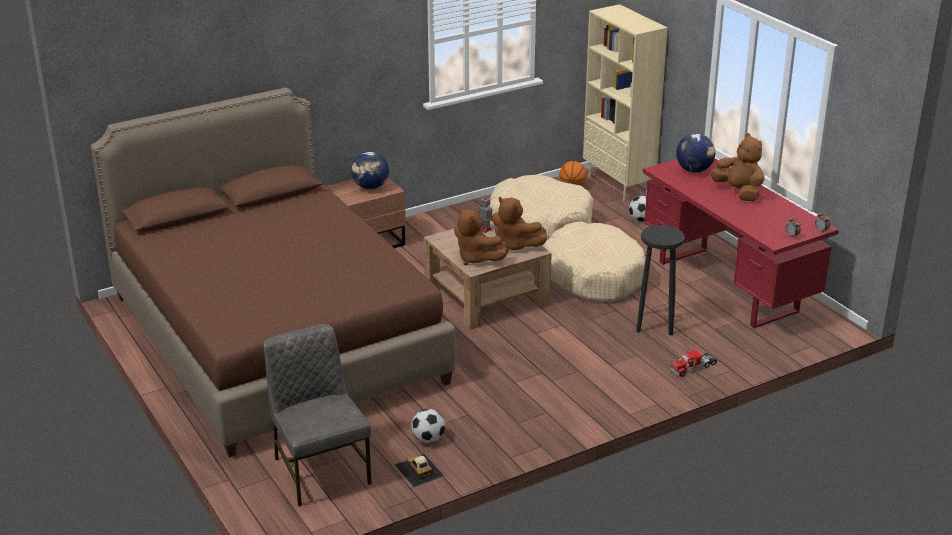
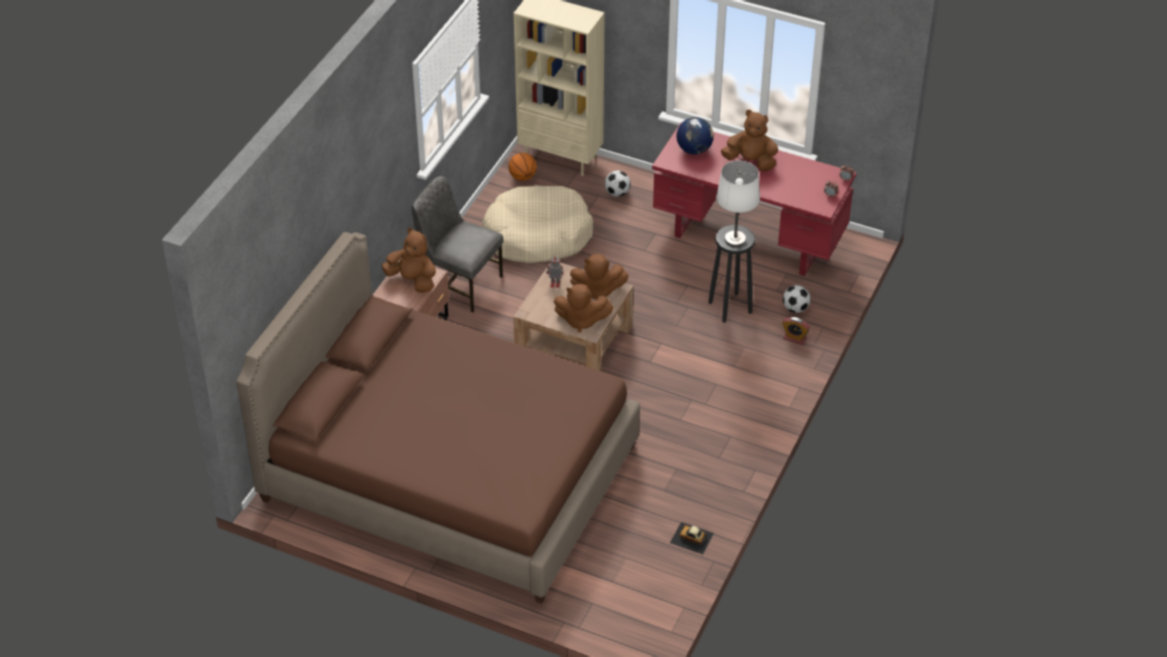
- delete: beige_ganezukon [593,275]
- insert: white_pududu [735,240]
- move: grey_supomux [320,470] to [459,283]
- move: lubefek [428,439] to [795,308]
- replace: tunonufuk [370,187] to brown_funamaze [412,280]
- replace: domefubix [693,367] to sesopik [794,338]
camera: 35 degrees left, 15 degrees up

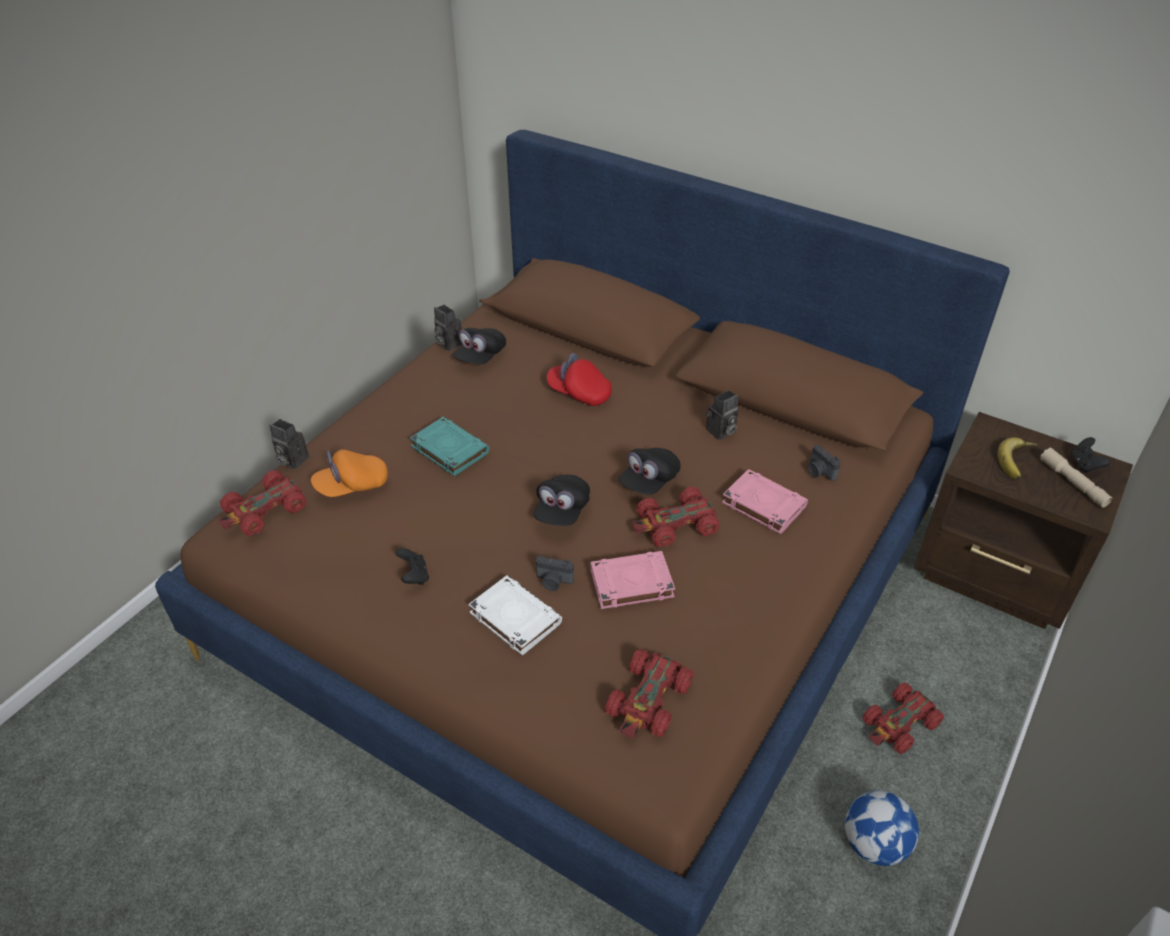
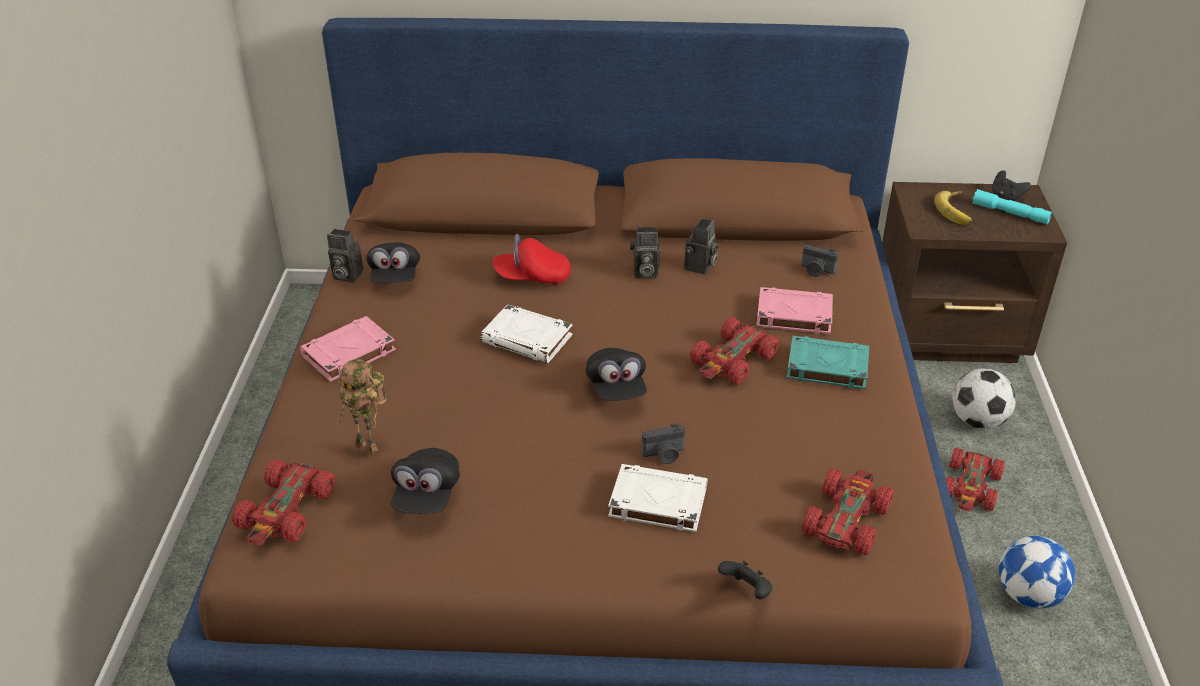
- insert: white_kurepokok [528,339]
- insert: lubefek [977,421]
- move: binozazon [291,460] to [644,272]
- move: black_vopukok [414,576] to [746,591]
- move: turquoise_kurepokok [449,449] to [826,367]
- move: pink_kurepokok [630,584] to [348,354]
- move: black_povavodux [649,481] to [426,495]
- replace: orange_povavodux [352,486] to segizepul [370,447]
- recolor: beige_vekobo [1073,483] to turquoise_vekobo [1010,213]
- rotate: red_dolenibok [649,701] = [846,519] 150 degrees counterclockwise
camera: 30 degrees left, 5 degrees down

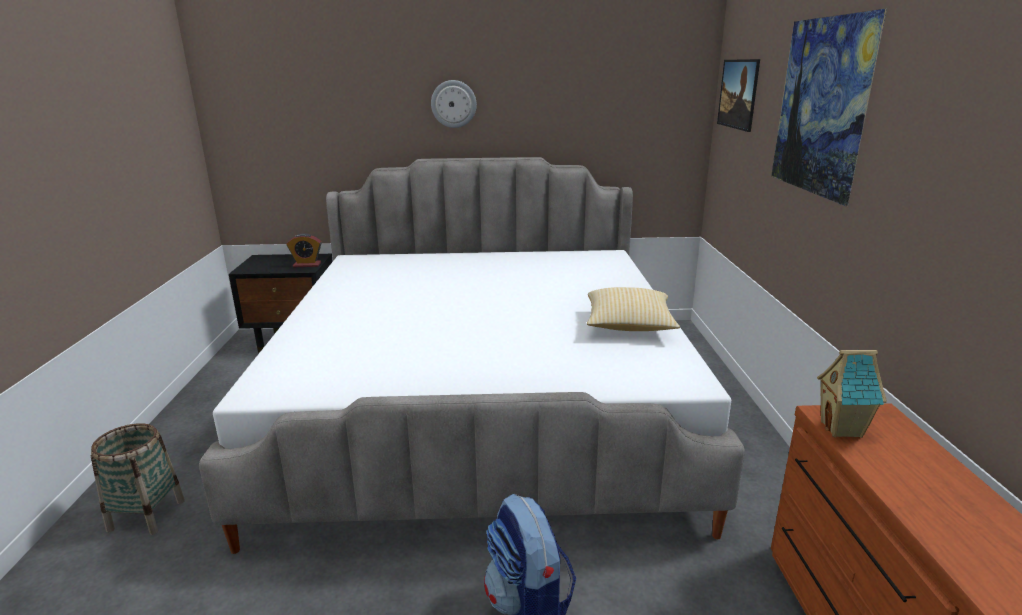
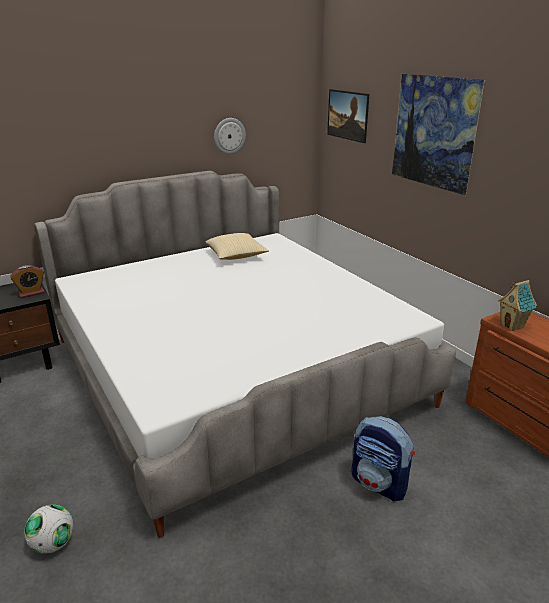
- move: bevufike [453,104] to [229,136]
- move: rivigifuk [628,325] to [236,256]
- replace: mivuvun [147,515] to lubefek [53,544]
camera: 30 degrees left, 5 degrees up

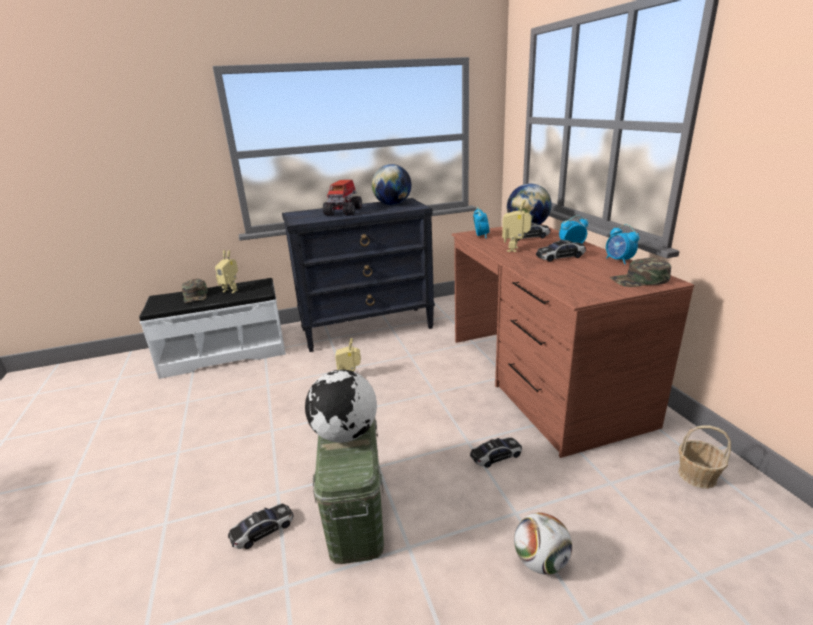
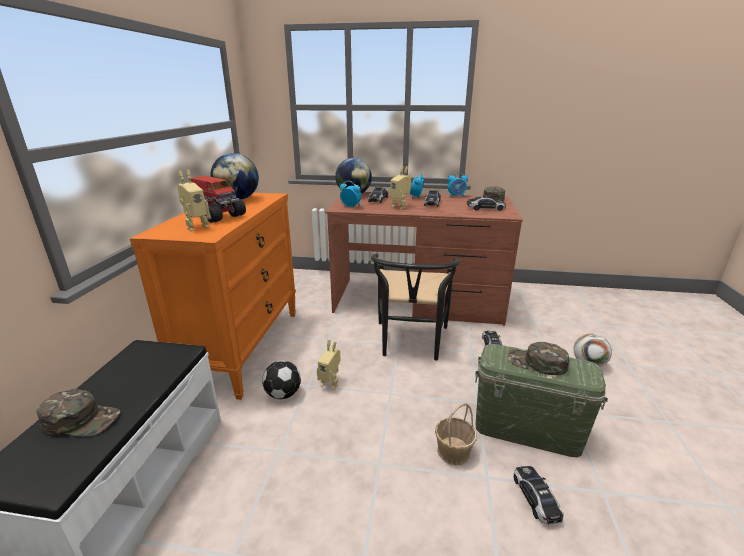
- insert: lubefek [283,394]
- insert: black_supomux [411,343]
- insert: dolenibok [485,208]
- move: segizepul [231,290] to [196,227]
- move: mivuvun [697,475] to [453,451]
- replace: tunonufuk [345,434] to green_povavodux [536,363]
- recolor: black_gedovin [367,328] to orange_gedovin [243,347]
camera: 65 degrees left, 0 degrees up

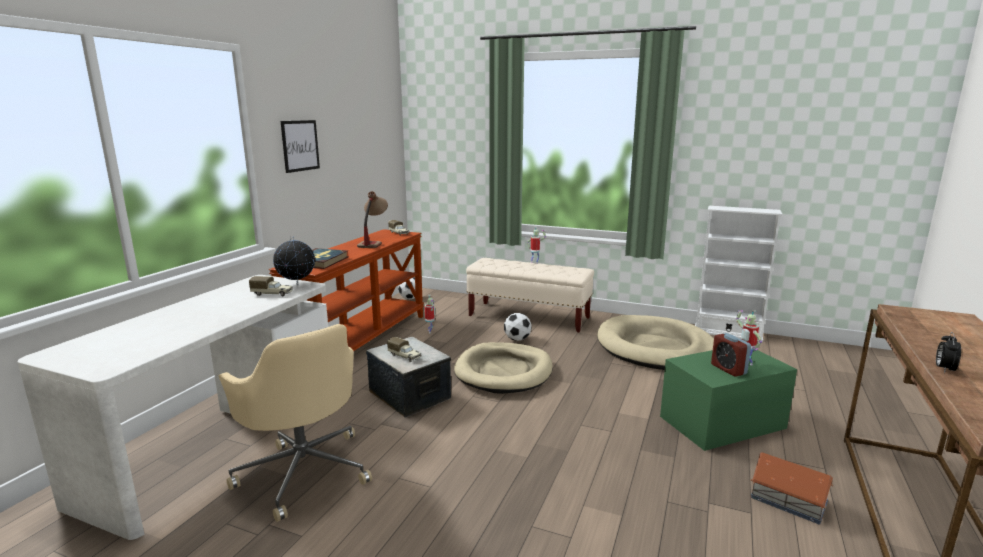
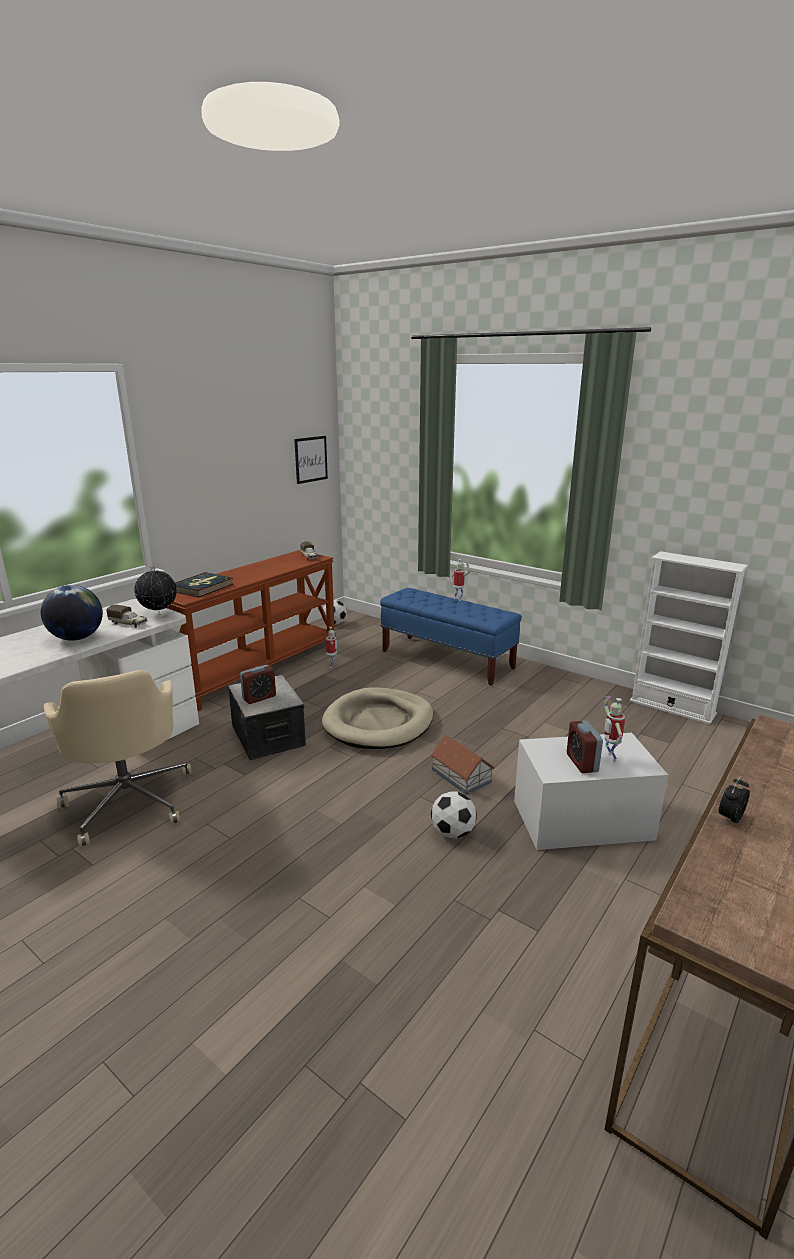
- delete: pududu [373,242]
- delete: beige_ganezukon [656,348]
- insert: tunonufuk [77,638]
- move: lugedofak [300,145] to [311,459]
- move: lubefek [517,339] to [452,832]
- move: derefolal [789,500] to [461,776]
- replace: domefubix [405,356] to sesopik [259,697]
- recolor: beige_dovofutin [529,317] to blue_dovofutin [447,660]
- recolor: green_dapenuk [722,422] to white_dapenuk [582,819]
camera: 15 degrees right, 5 degrees up

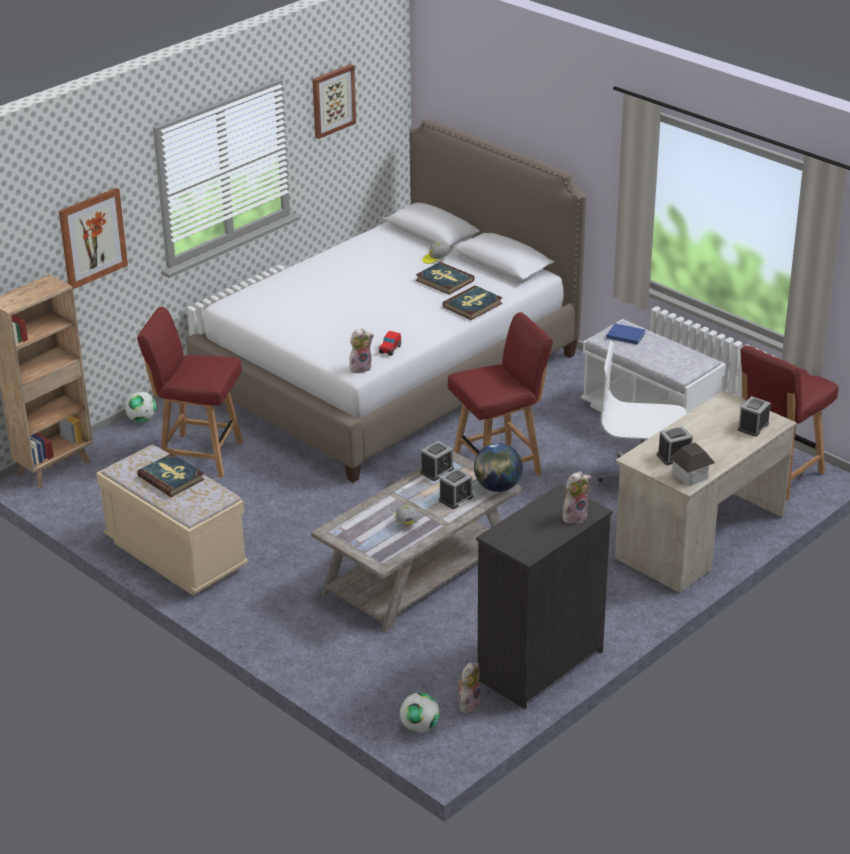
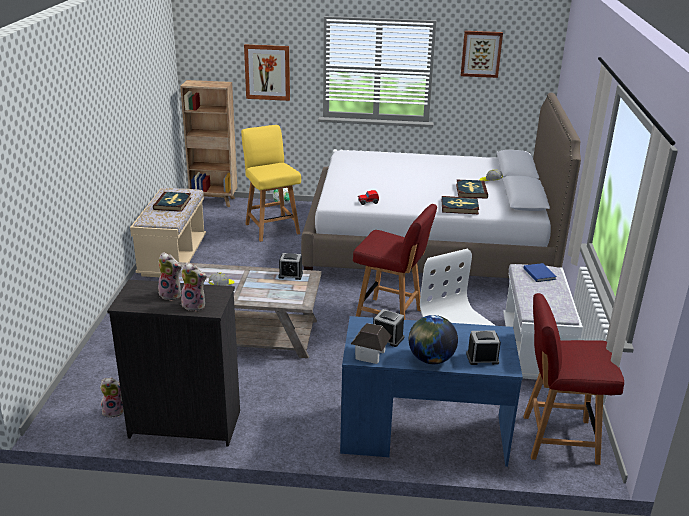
- delete: lubefek [419,727]
- delete: sesopik [456,499]
- move: funamaze [360,367] to [172,295]
- move: tunonufuk [497,487] to [431,359]
- recolor: red_supomux [199,455] to yellow_supomux [272,228]
- recolor: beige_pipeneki [699,537] to blue_pipeneki [423,434]
camera: 50 degrees right, 5 degrees down

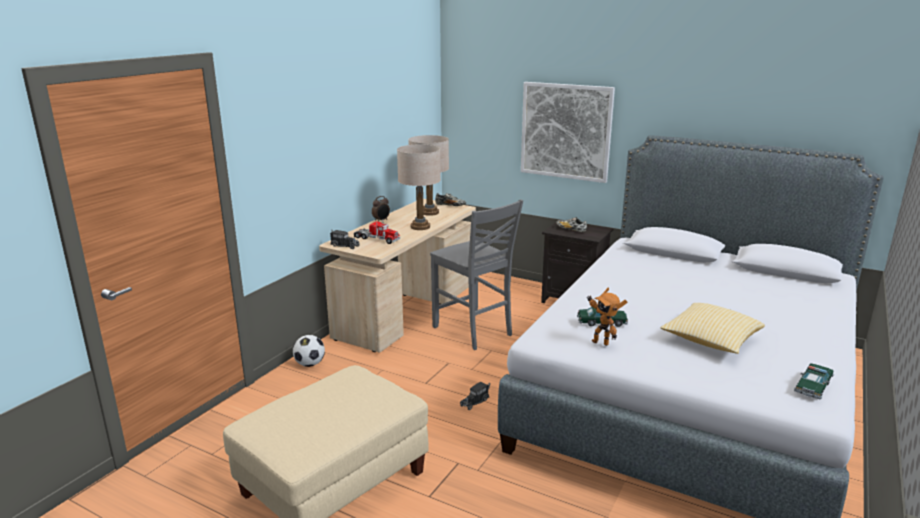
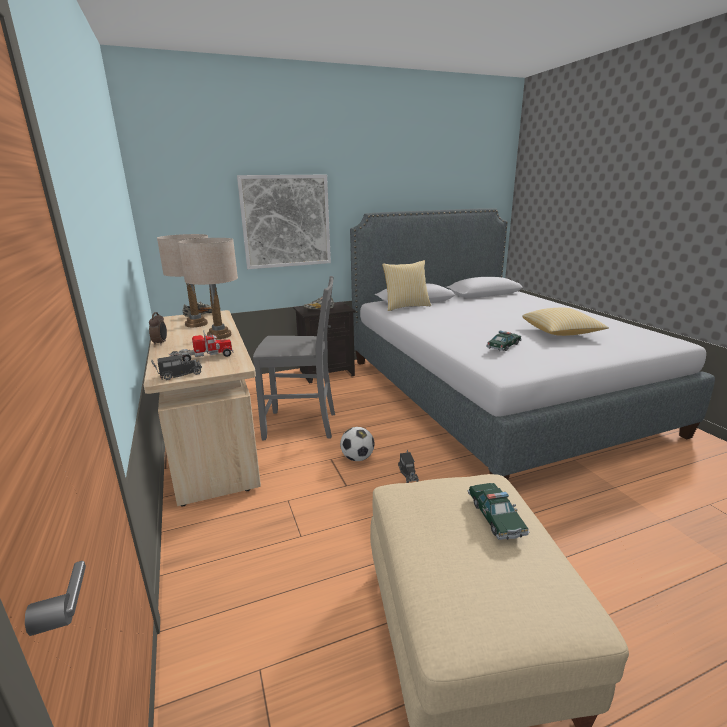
- delete: segizepul [601,342]
- insert: rivigifuk [406,306]
- move: lubefek [310,364] to [357,458]
- move: dolenibok [813,387] to [495,517]
camera: 50 degrees left, 0 degrees up

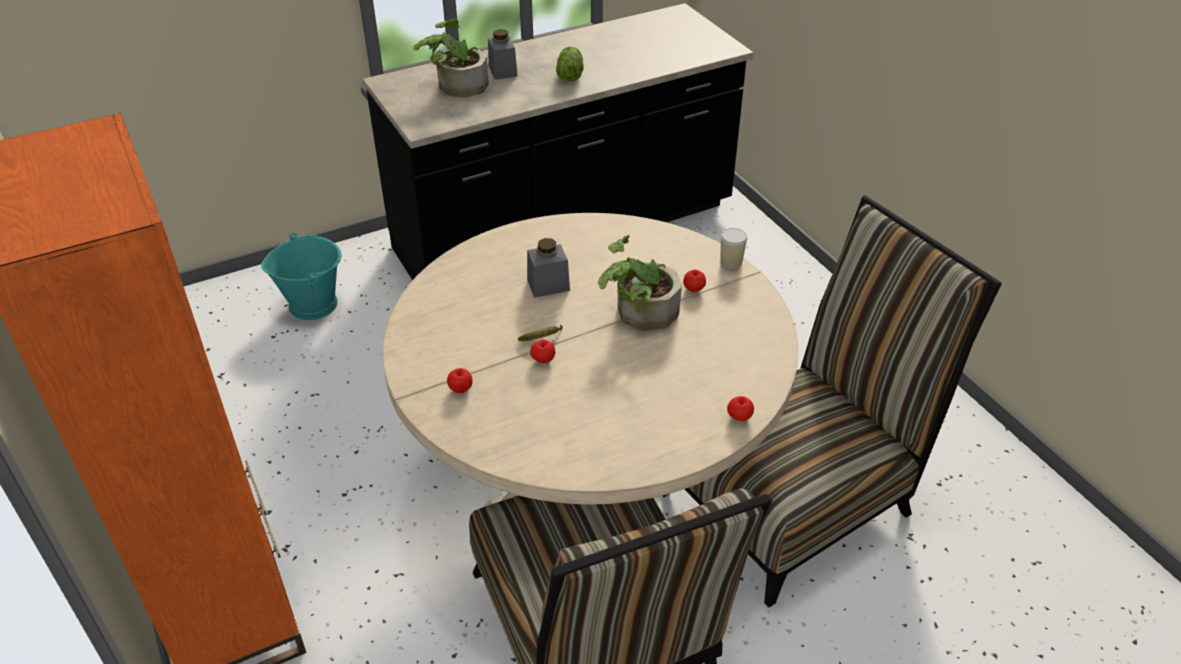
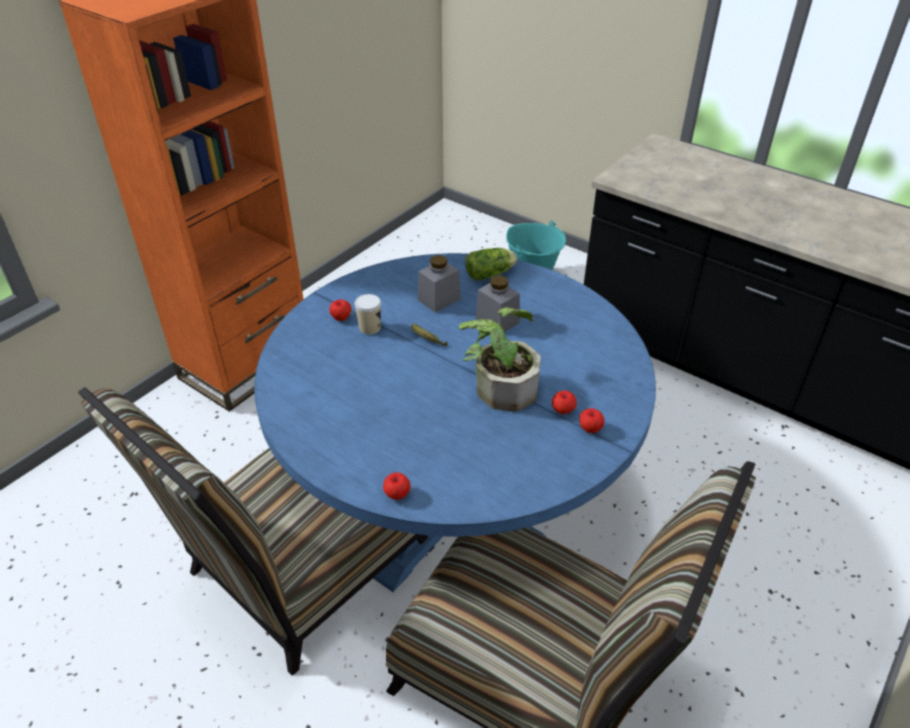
- delete: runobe [456,85]
- move: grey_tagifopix [503,71] to [439,299]
- move: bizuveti [543,360] to [590,429]
- move: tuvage [570,73] to [491,274]
- move: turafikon [731,262] to [370,327]
- recolor: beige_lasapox [590,485] to blue_lasapox [454,506]
camera: 65 degrees right, 0 degrees up

